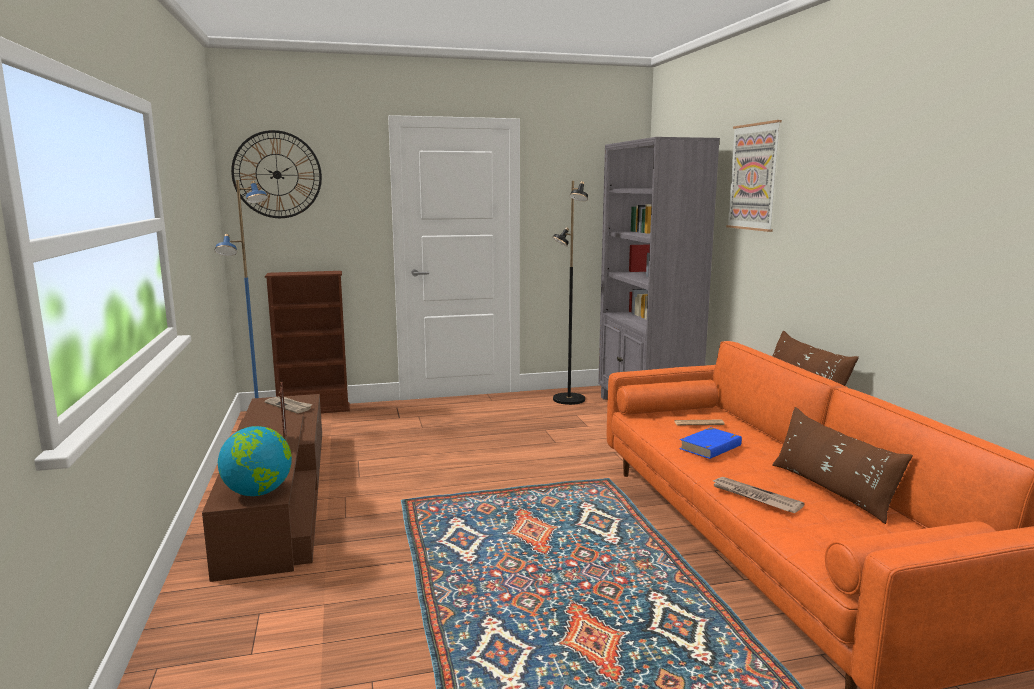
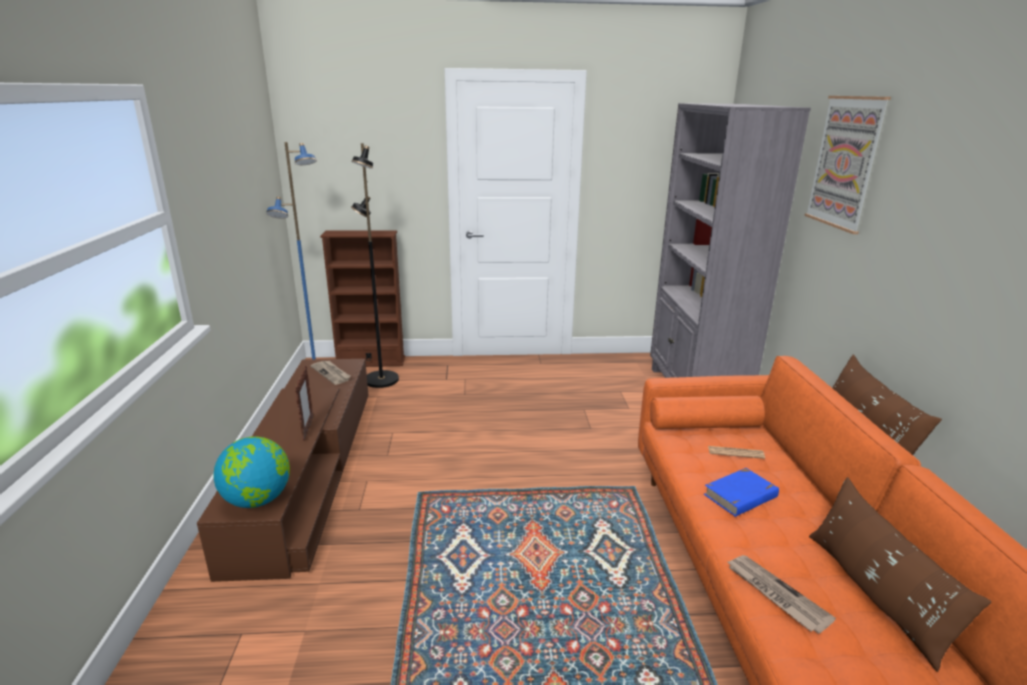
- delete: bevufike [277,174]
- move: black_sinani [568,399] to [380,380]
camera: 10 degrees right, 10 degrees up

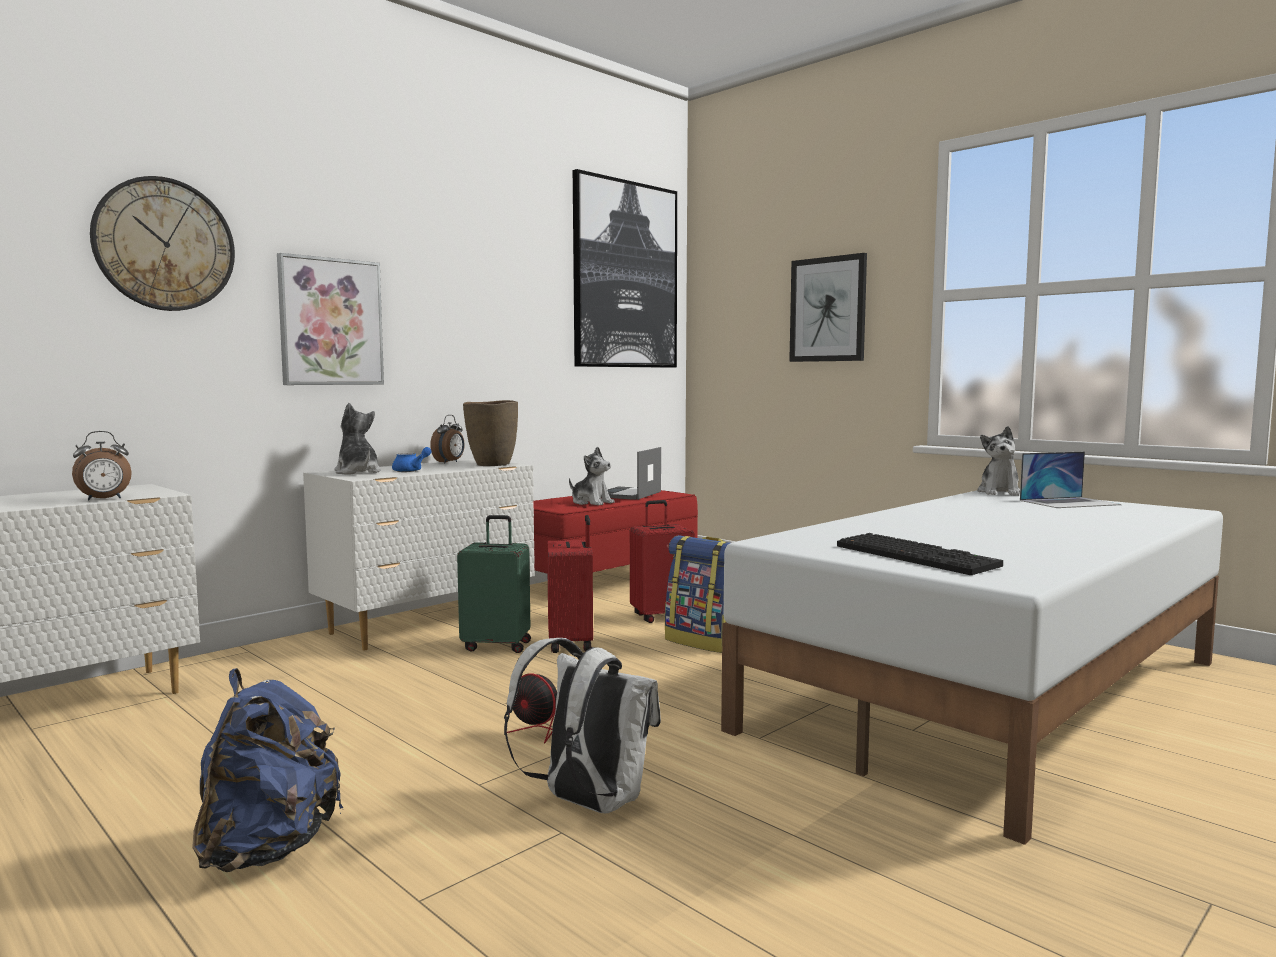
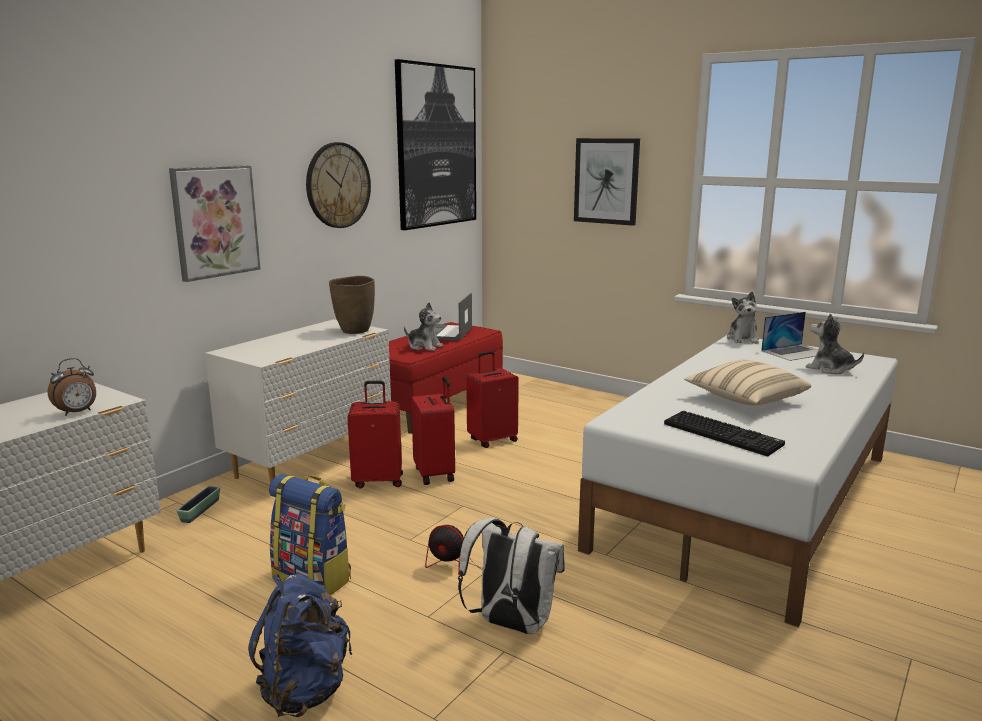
- delete: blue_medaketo [411,470]
- delete: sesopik [449,462]
- insert: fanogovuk [200,511]
- insert: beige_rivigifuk [745,400]
- move: bevufike [164,245] to [338,185]
- move: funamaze [357,472] to [830,369]
- move: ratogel [705,642] to [313,578]
- recolor: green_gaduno [497,645] to red_gaduno [378,480]
camera: 10 degrees left, 10 degrees up

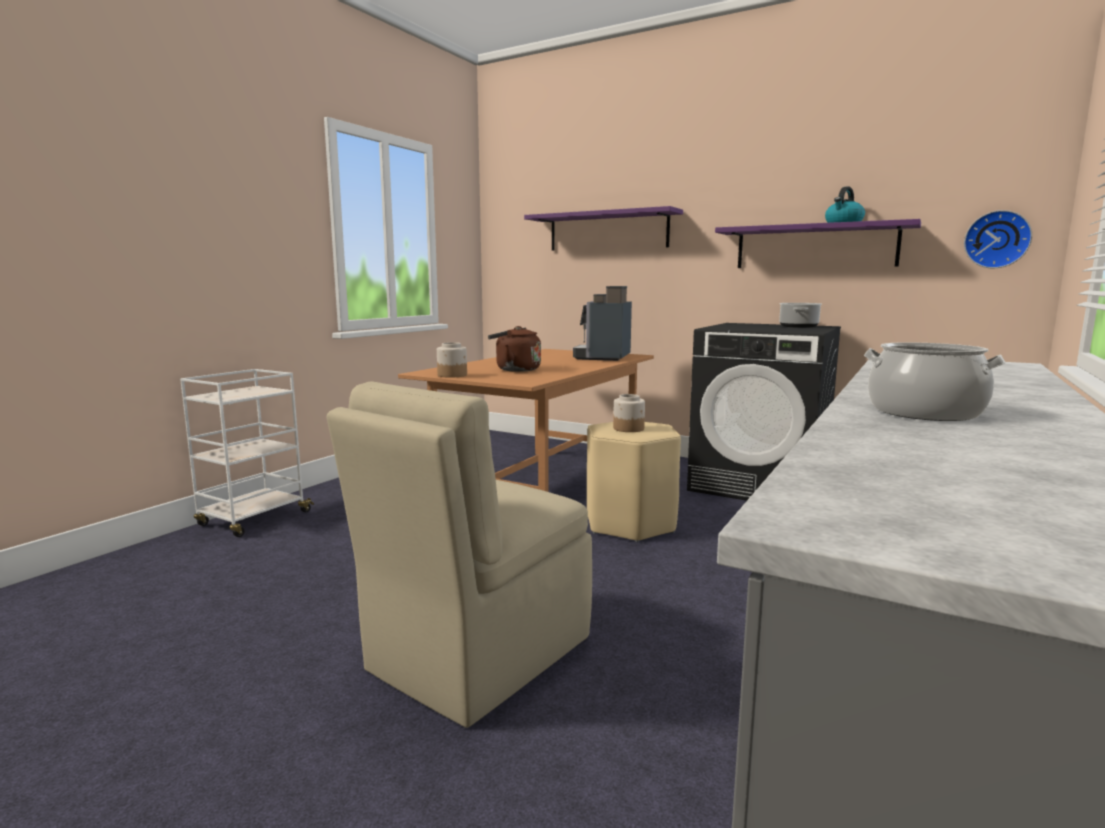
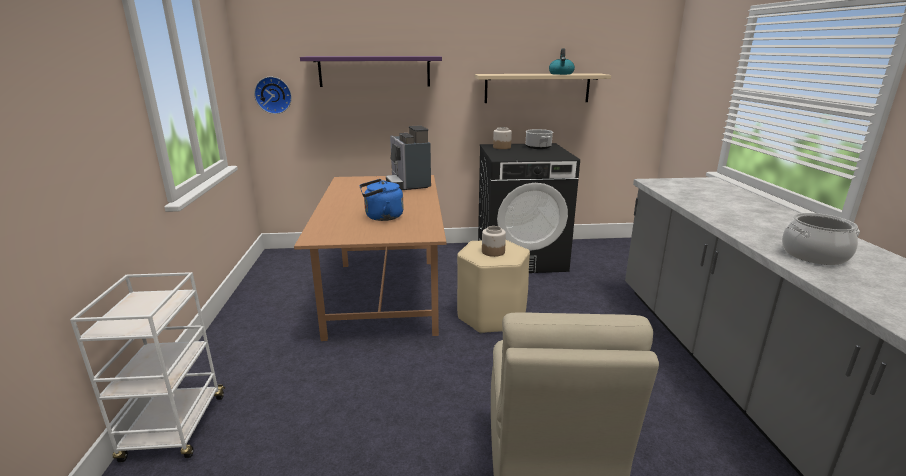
- move: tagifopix [452,375] to [502,147]
- move: bevufike [996,239] to [273,95]
- recolor: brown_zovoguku [515,370] to blue_zovoguku [381,217]
- recolor: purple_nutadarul [815,247] to beige_nutadarul [537,88]
camera: 35 degrees left, 10 degrees up

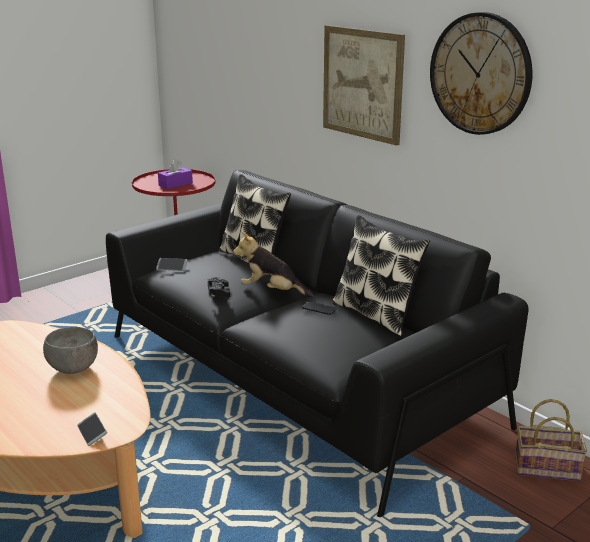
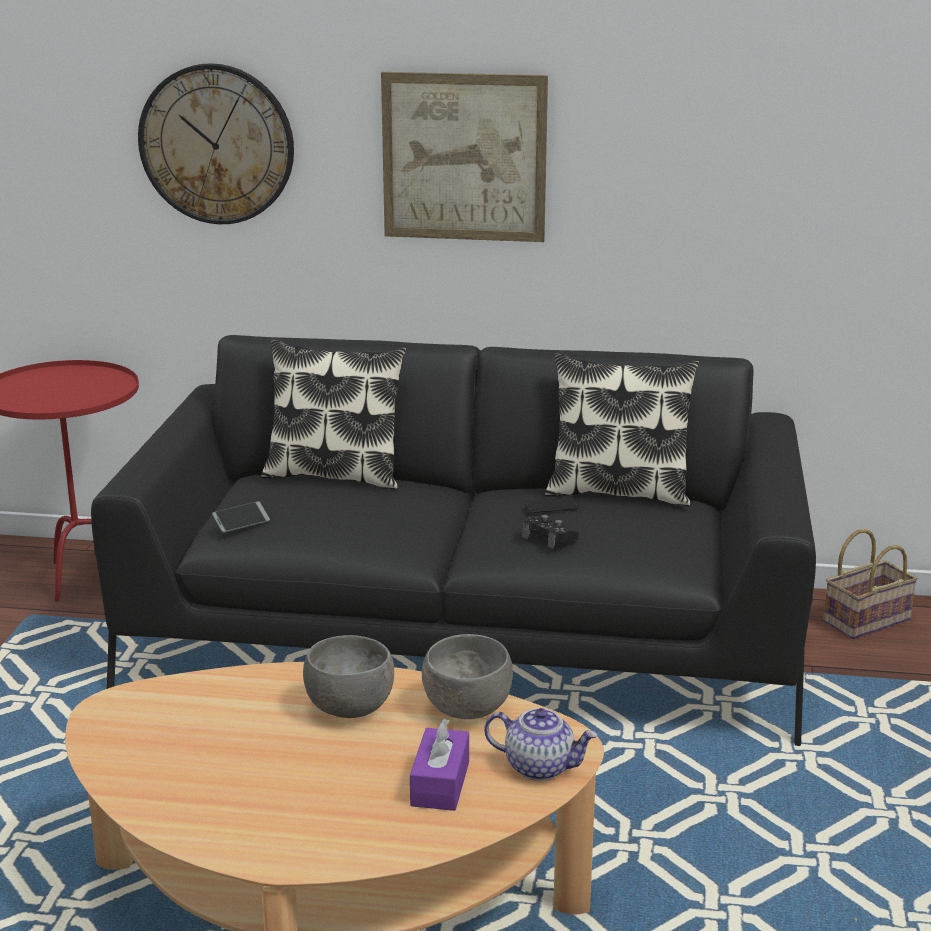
- delete: funamaze [272,292]
- insert: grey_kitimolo [466,709]
- move: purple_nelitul [175,184] to [440,783]
- move: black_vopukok [218,292] to [549,537]
- move: bevufike [480,74] to [217,144]
- replace: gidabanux [92,433] to medaketo [540,767]
camera: 40 degrees left, 0 degrees up

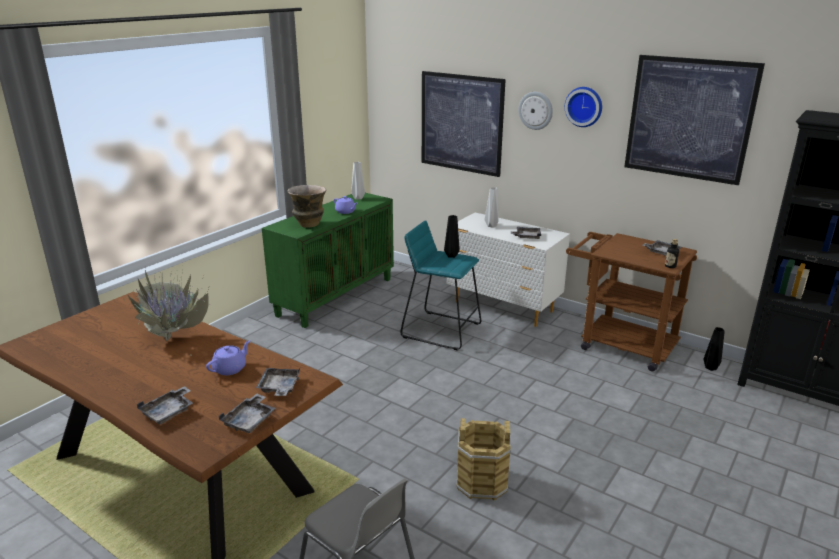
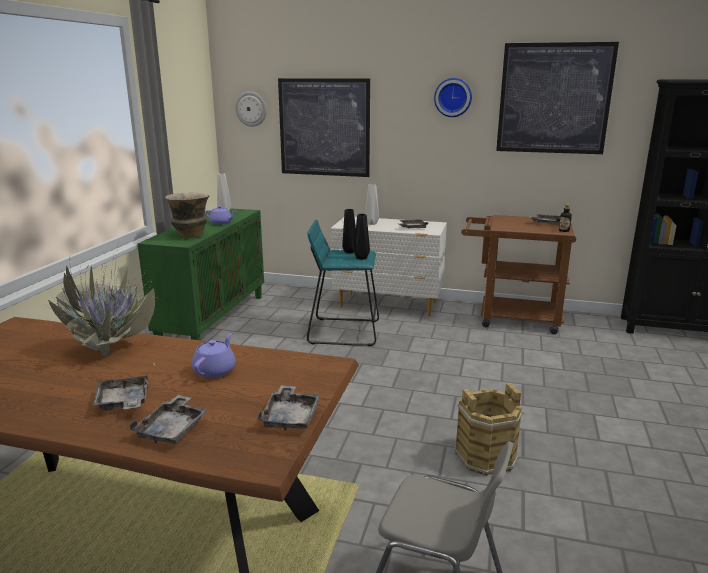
- move: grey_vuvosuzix [279,387] to [123,402]
- move: bevufike [536,110] to [251,109]
- move: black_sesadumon [711,368] to [362,258]
camera: 20 degrees left, 5 degrees down

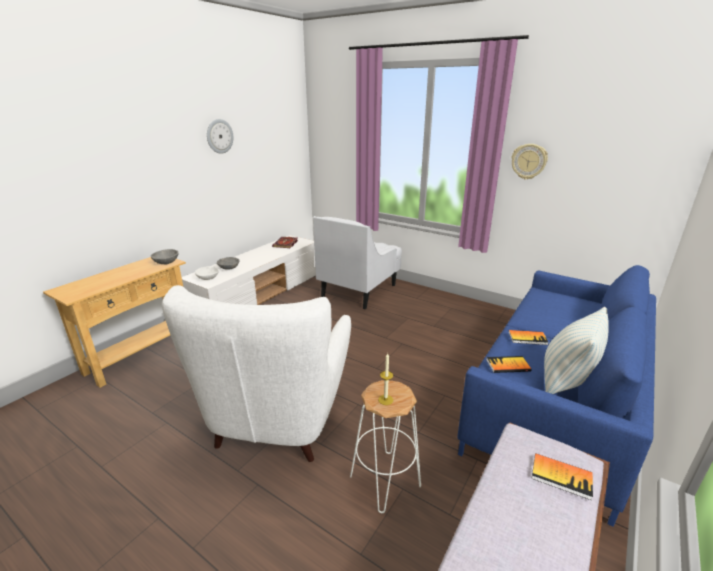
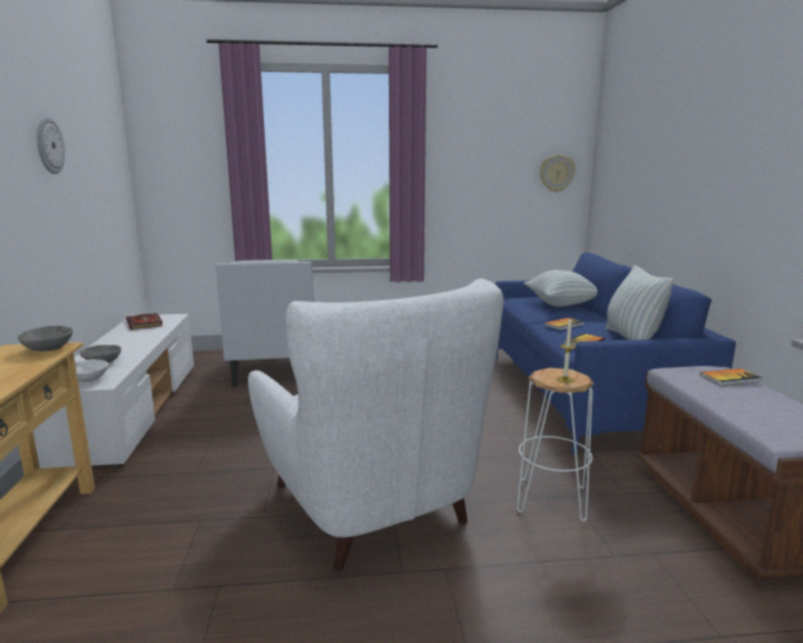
- insert: rivigifuk [561,304]
- move: bevufike [529,161] to [556,173]
camera: 40 degrees left, 10 degrees down

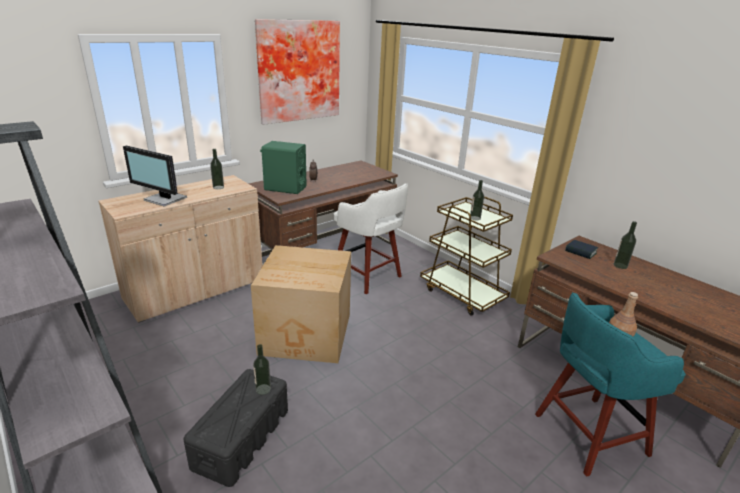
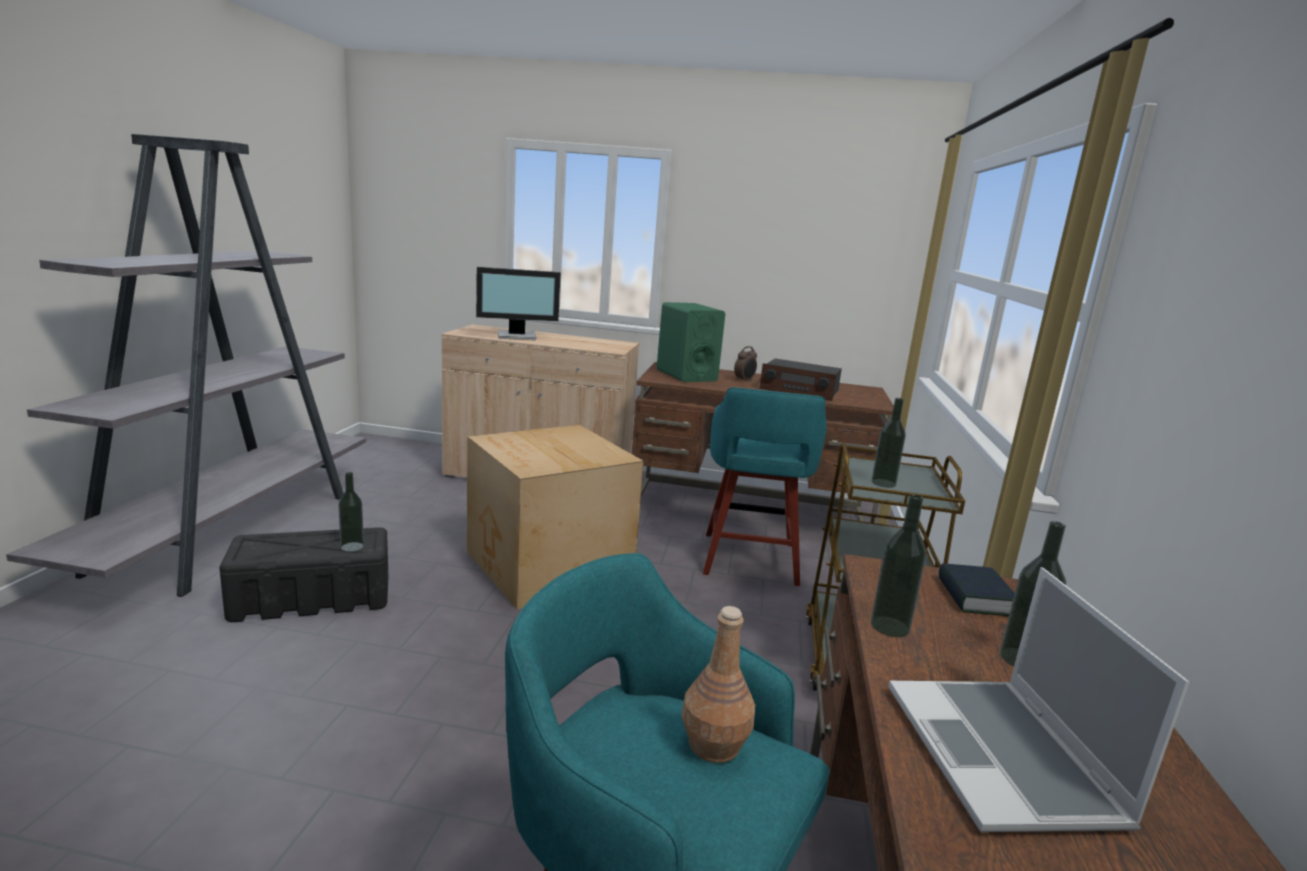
- delete: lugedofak [298,71]
- insert: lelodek [799,390]
- insert: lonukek [1003,757]
- move: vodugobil [218,187] to [890,626]
- recolor: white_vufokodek [368,276] to turquoise_vufokodek [749,560]
- rotate: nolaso [164,199] = [517,336] 90 degrees counterclockwise
camera: 50 degrees right, 10 degrees down

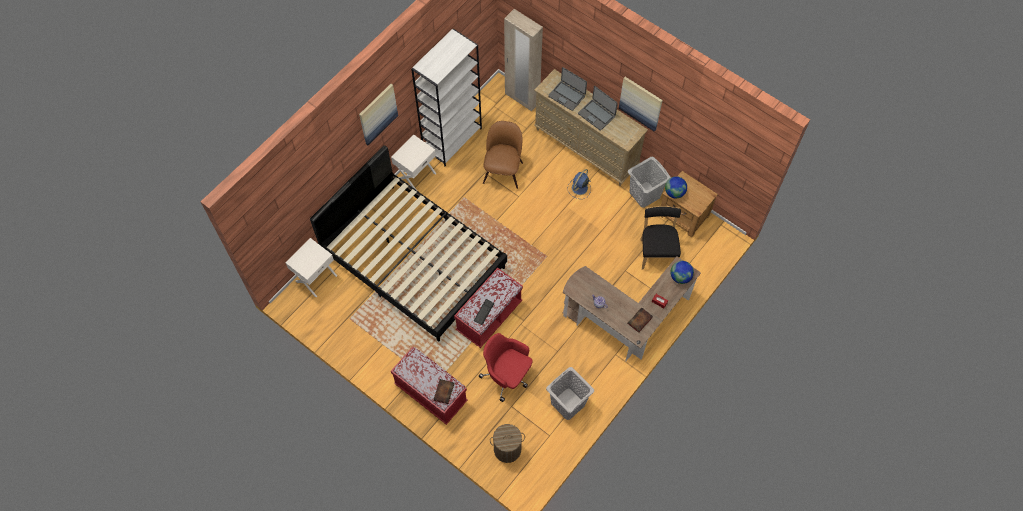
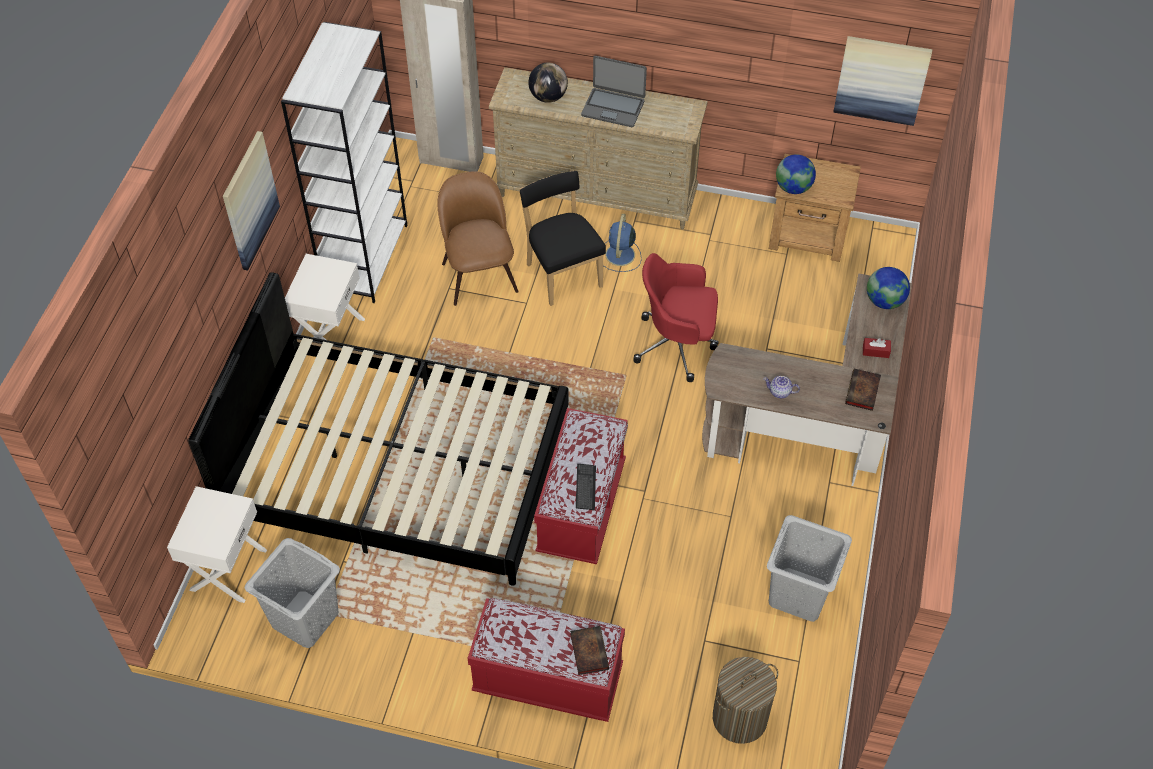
- move: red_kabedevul [507,376] to [677,345]
- move: lugedofak [640,103] to [881,79]
- move: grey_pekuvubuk [644,194] to [304,619]
- move: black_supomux [657,252] to [562,273]
- replace: lonukek [567,95] to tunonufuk [548,97]
camera: 25 degrees left, 10 degrees down

